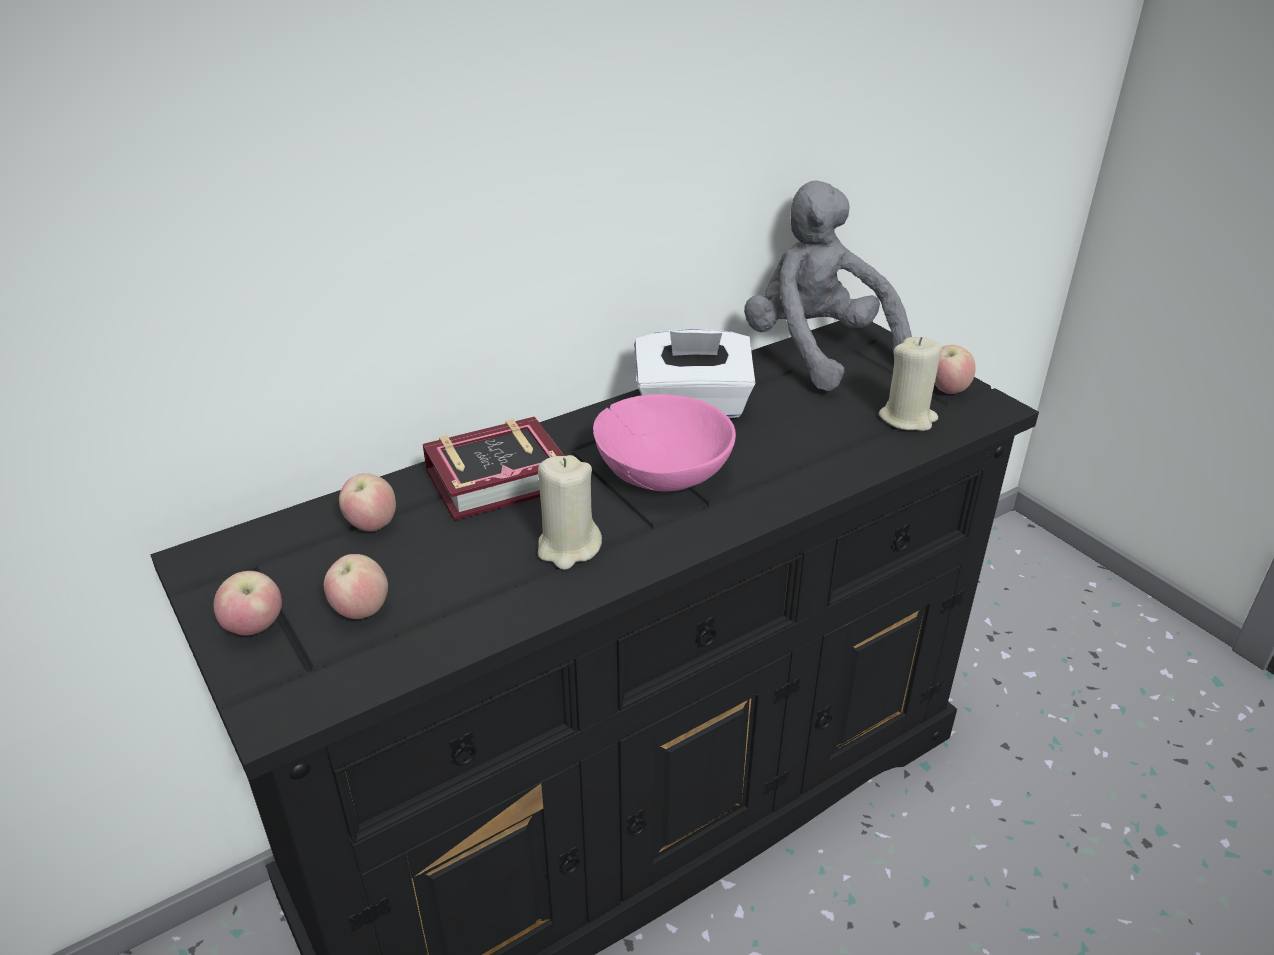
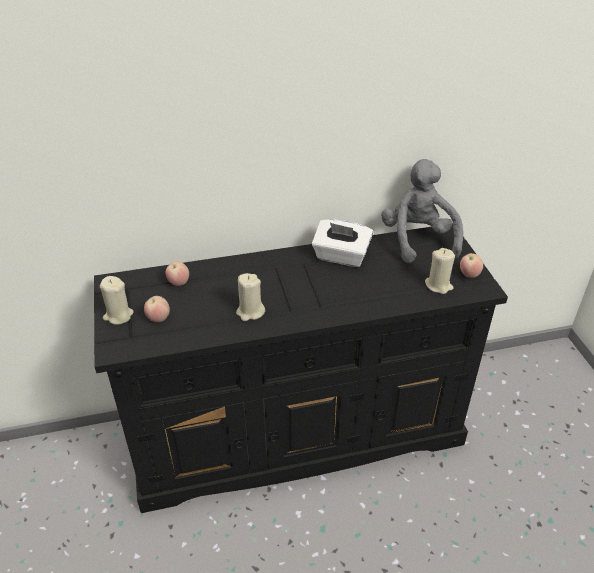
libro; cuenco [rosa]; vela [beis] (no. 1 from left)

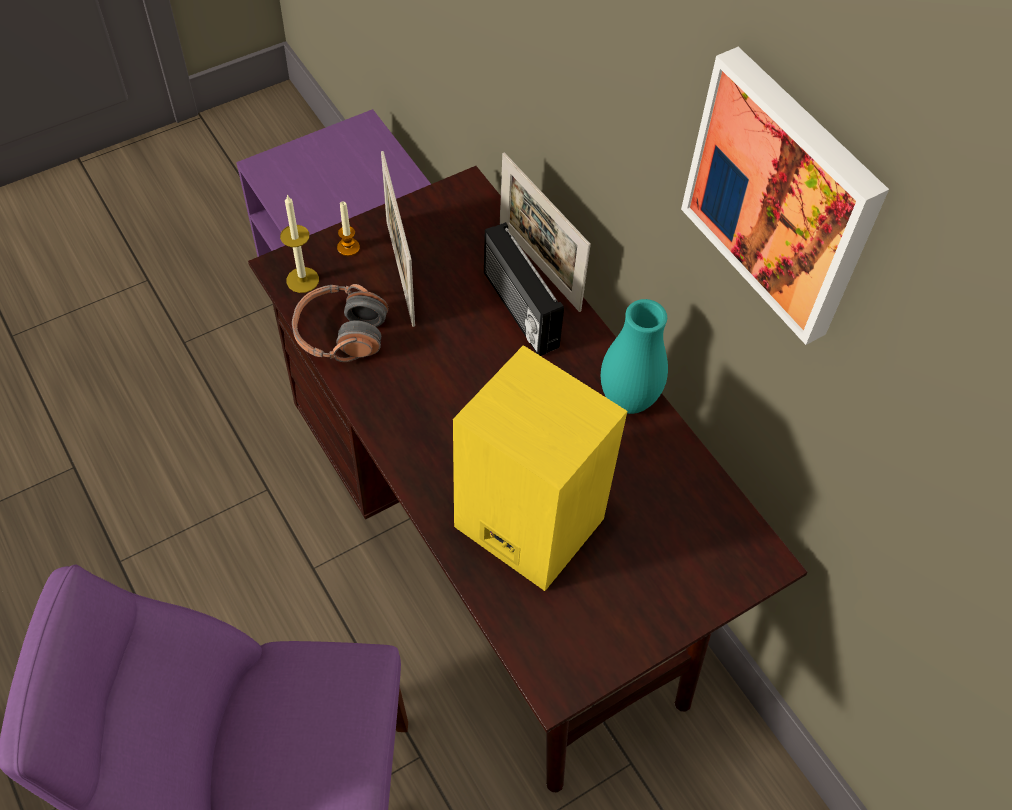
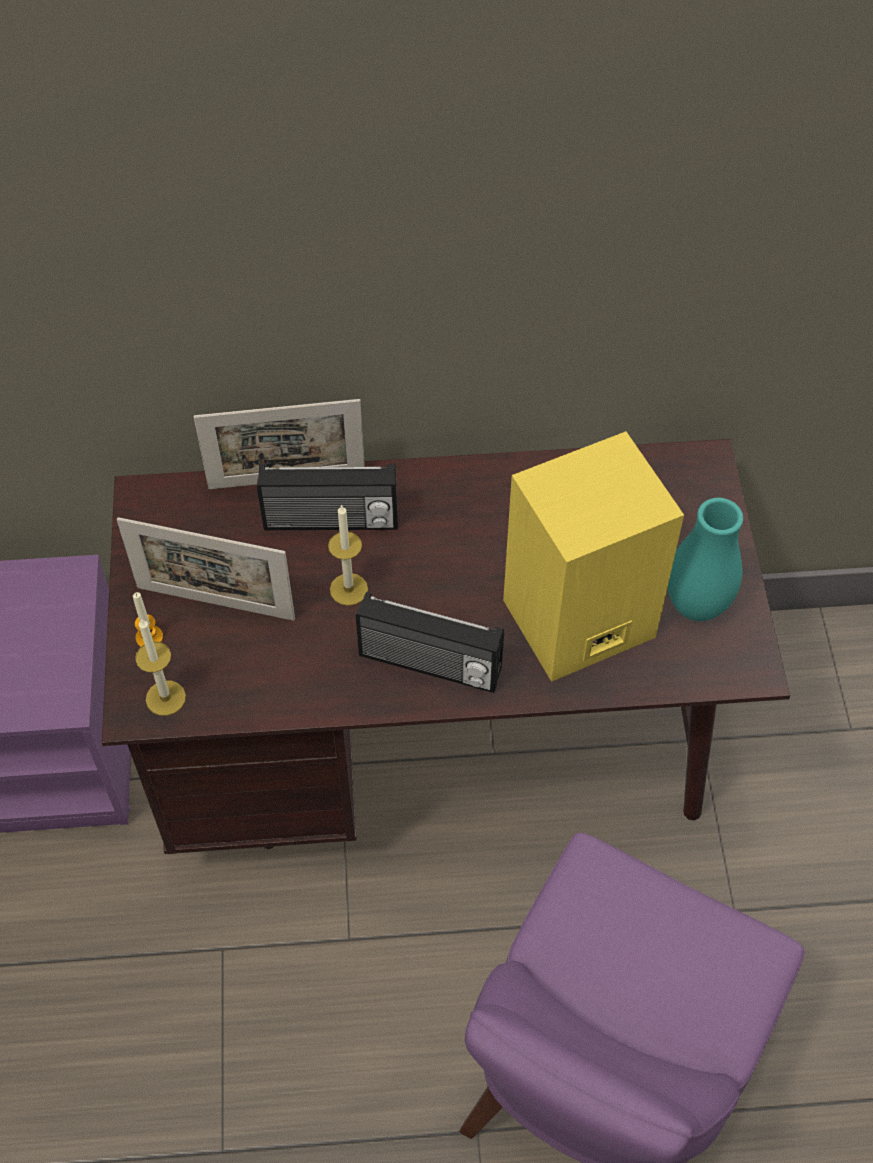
auriculares; cuadro; vela (no. 3 from left); radio (no. 2 from left); florero [turquesa]

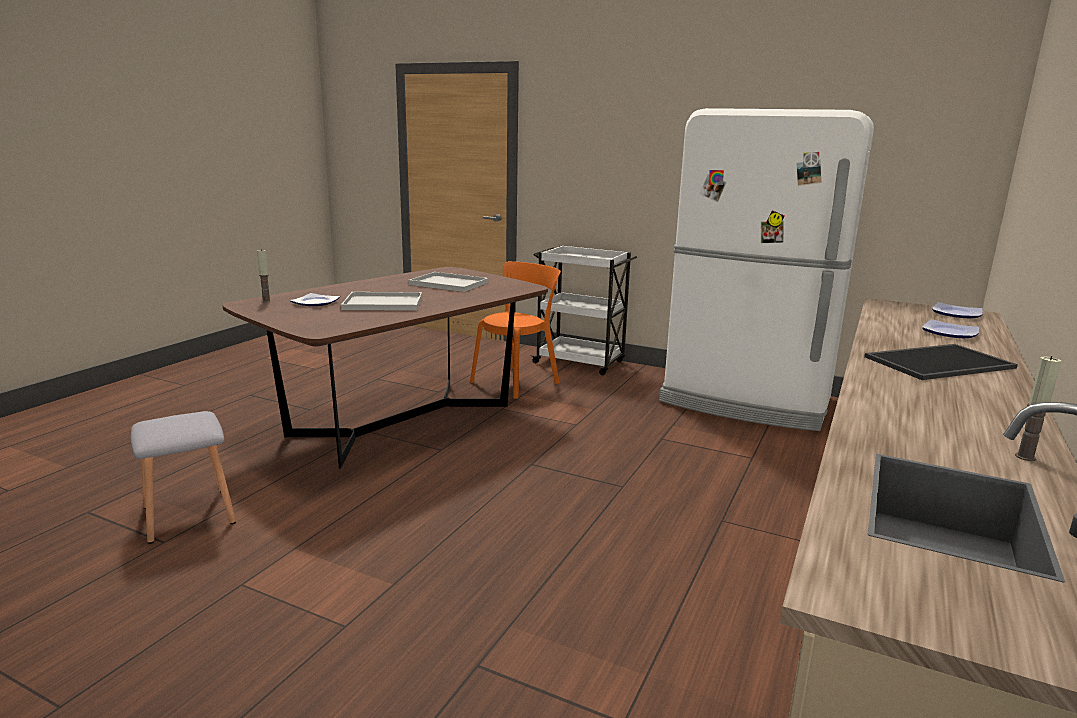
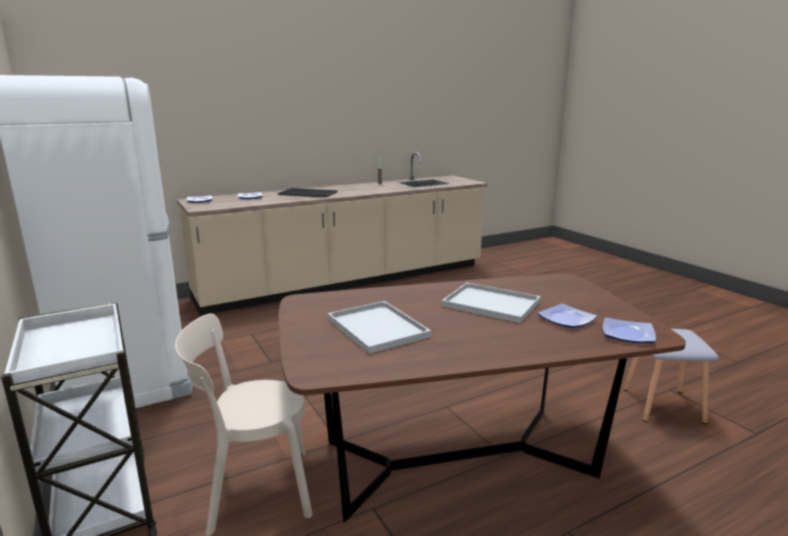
plato (no. 4 from left); silla [beis]

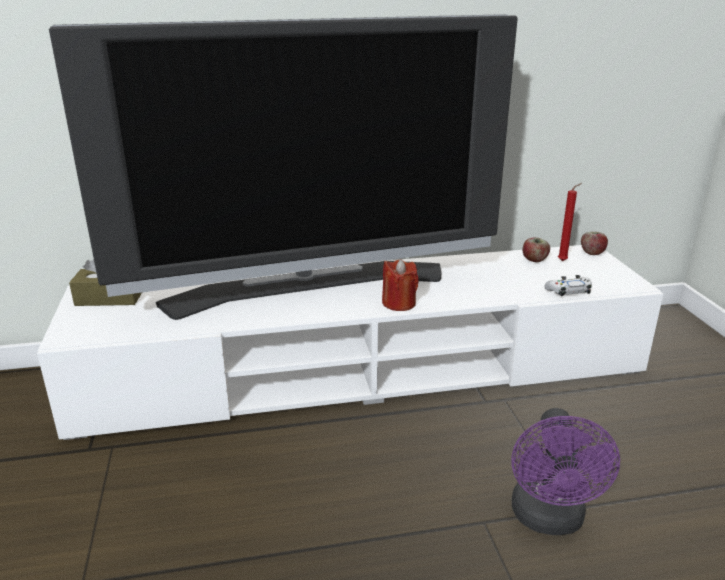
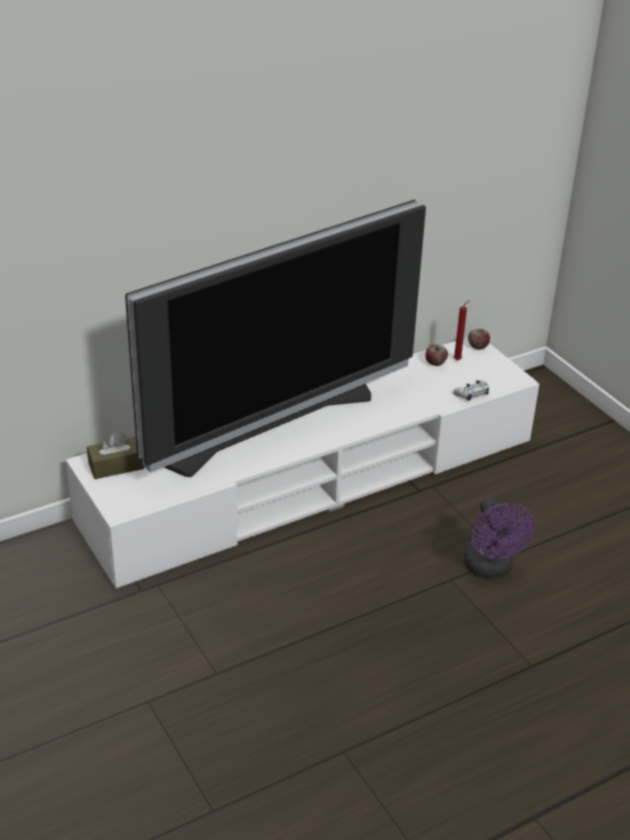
vela [rojo] (no. 1 from left in the first image)

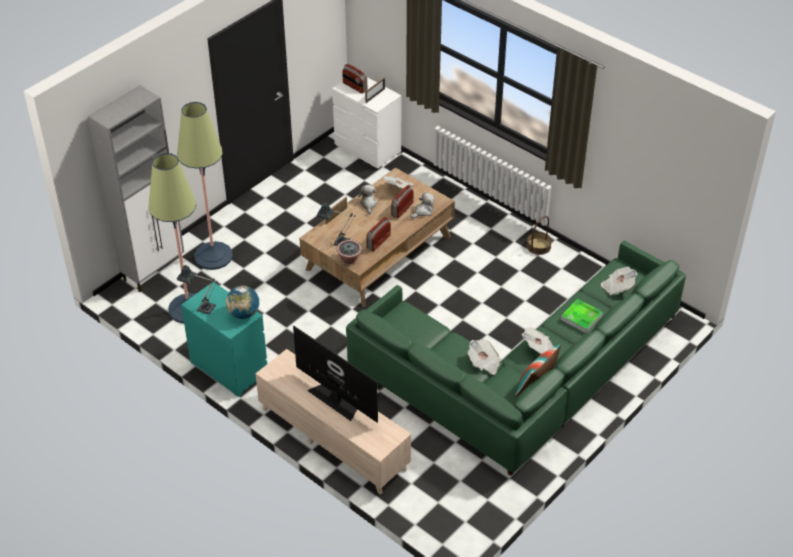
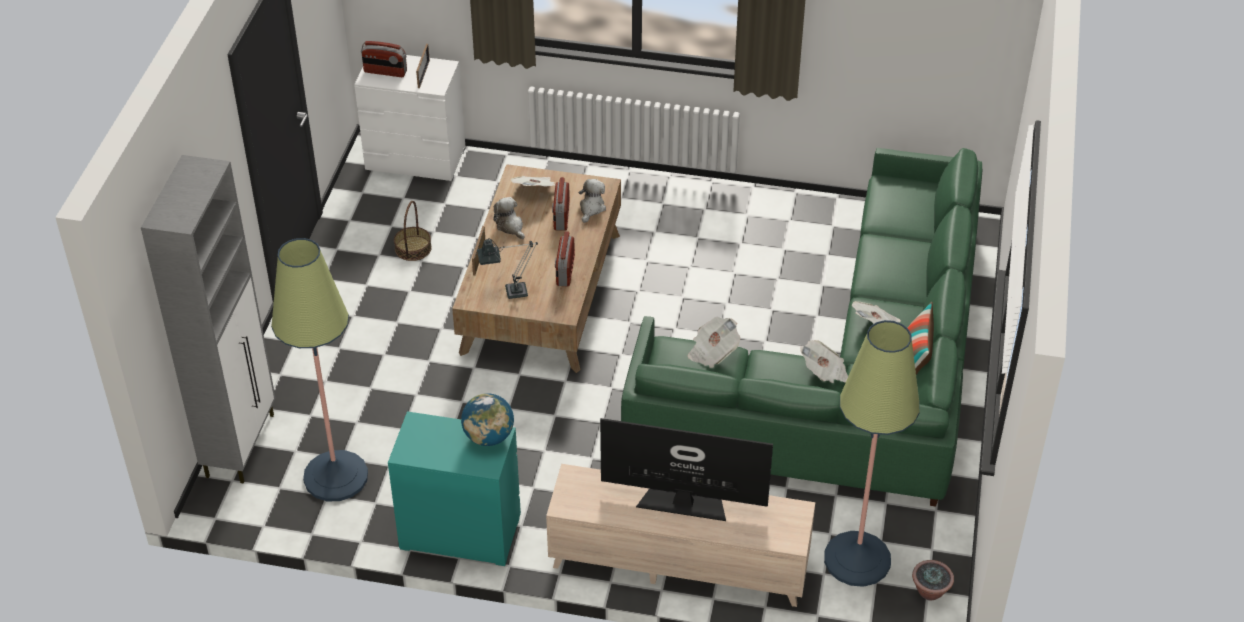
lámpara de mesa (no. 1 from left in the first image); bandeja; lámpara de pie (no. 2 from left); planta en maceta; cesta; periódico (no. 2 from left)

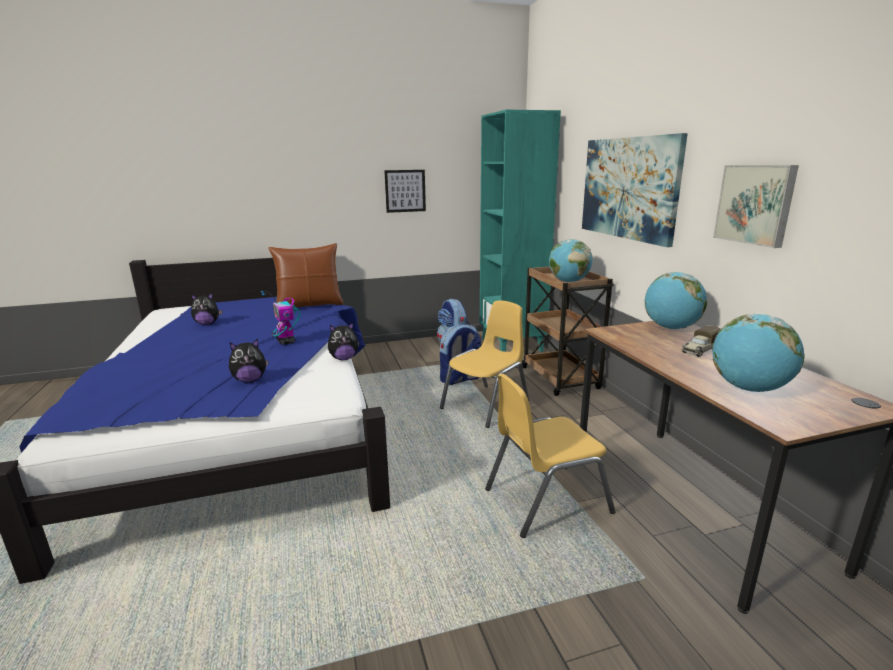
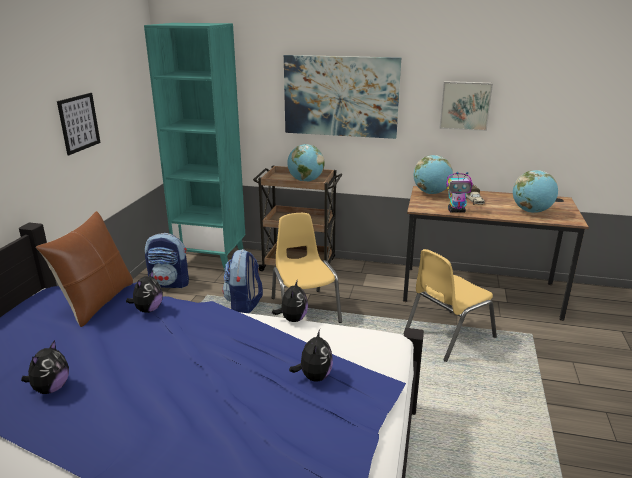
peluche (no. 2 from left); robot de juguete; silla [amarillo] (no. 2 from left)

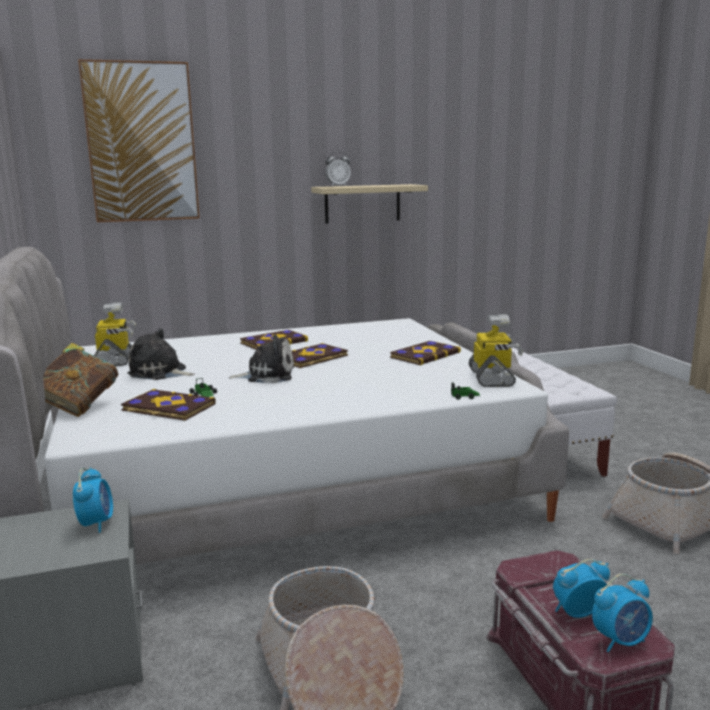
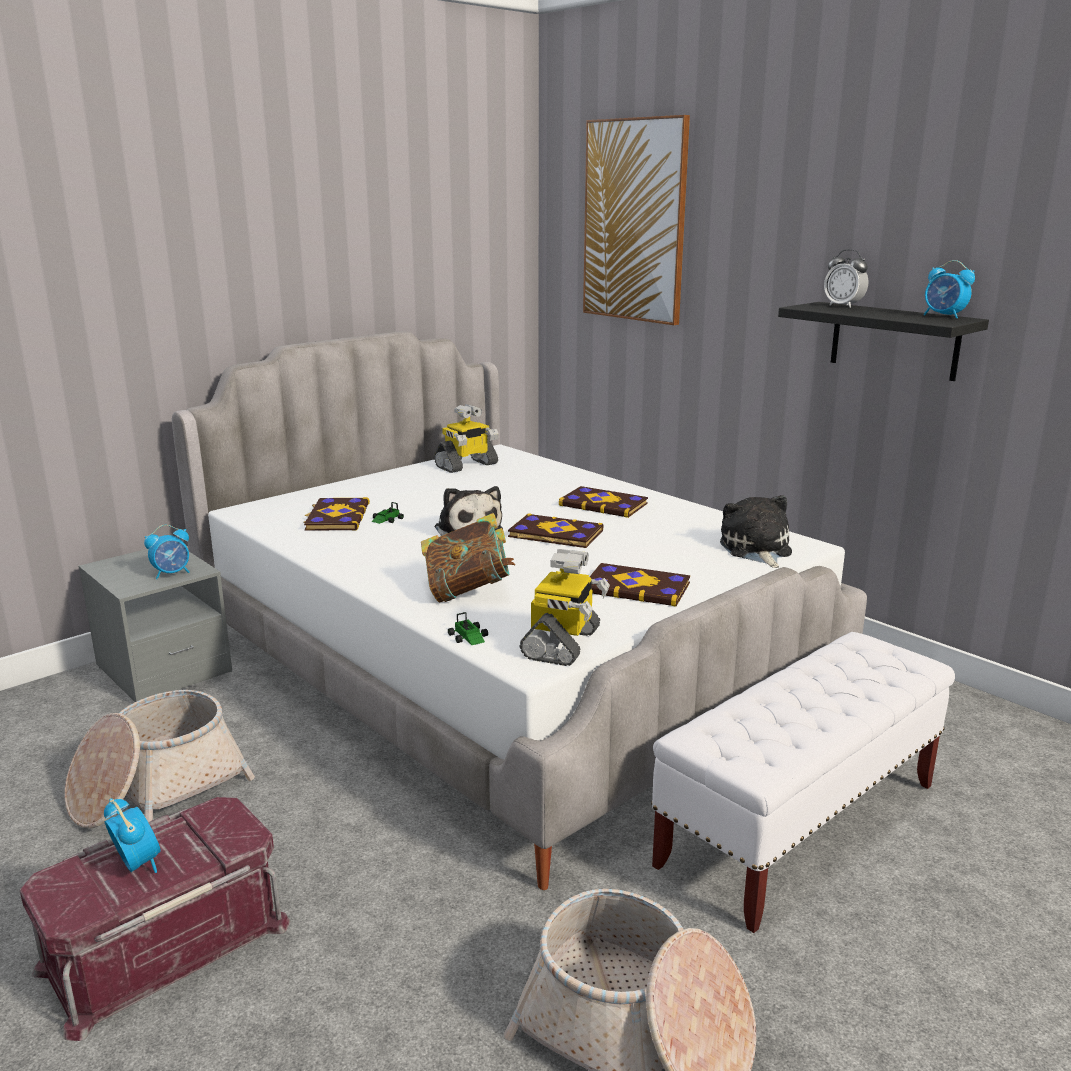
libro (no. 2 from left); peluche (no. 2 from left); despertador (no. 4 from left); estante [negro]; robot de juguete (no. 2 from left)

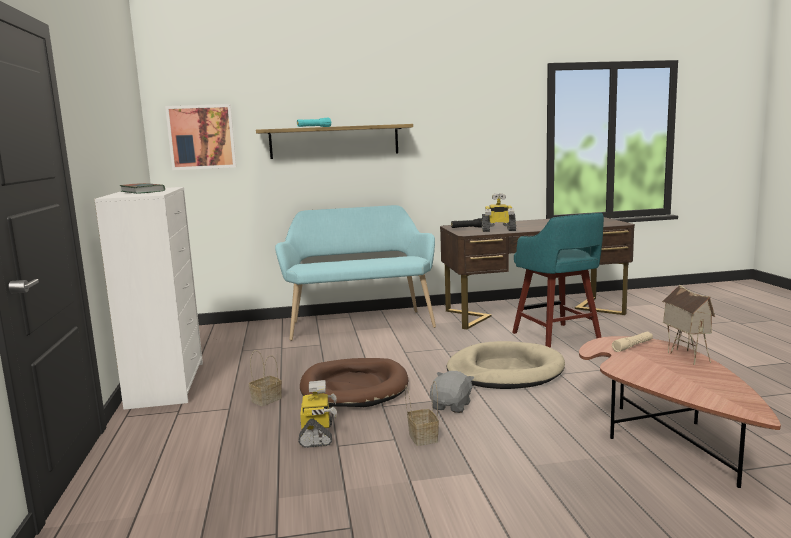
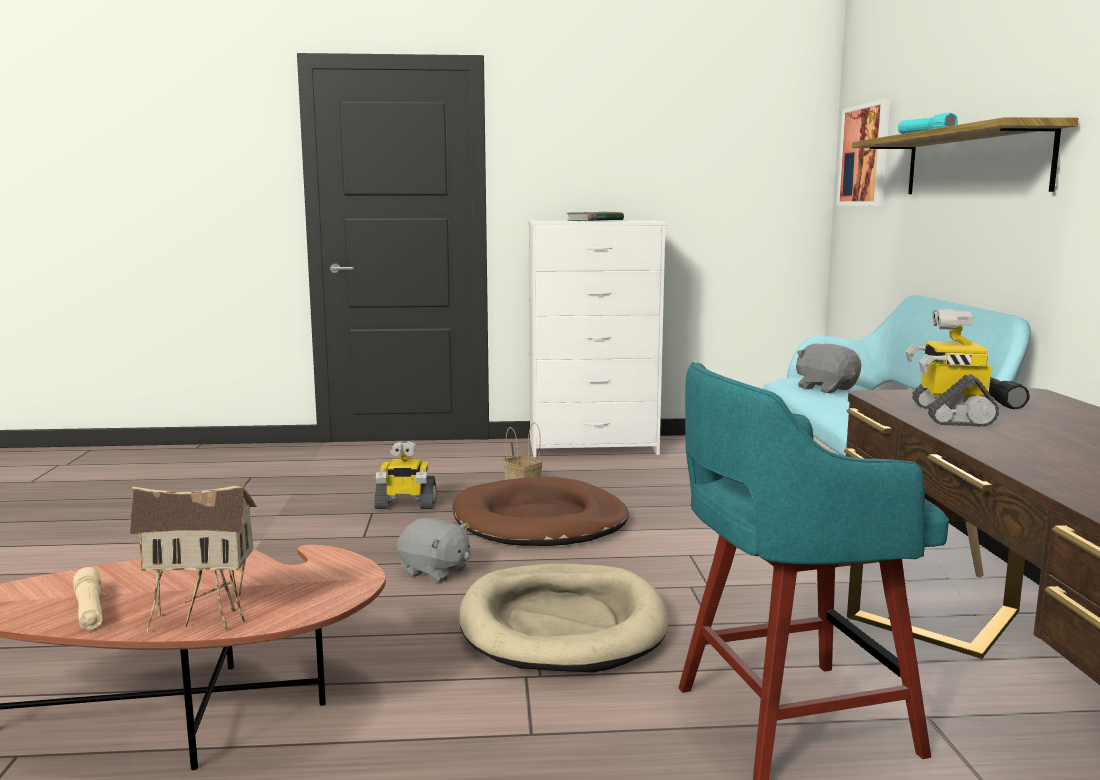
cesta (no. 2 from left in the first image); peluche [gris] (no. 2 from left); linterna [beis]

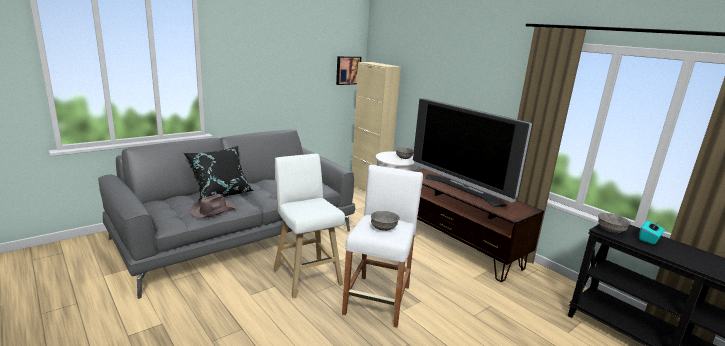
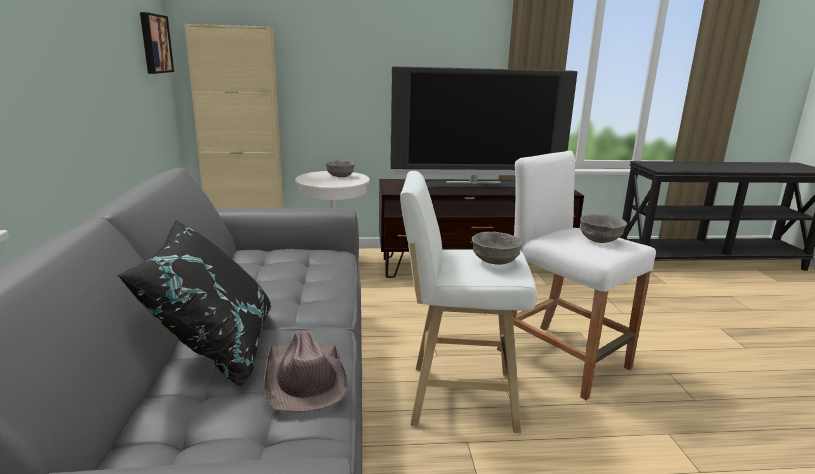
caja de pañuelos [turquesa]; cuenco [gris] (no. 2 from left)

